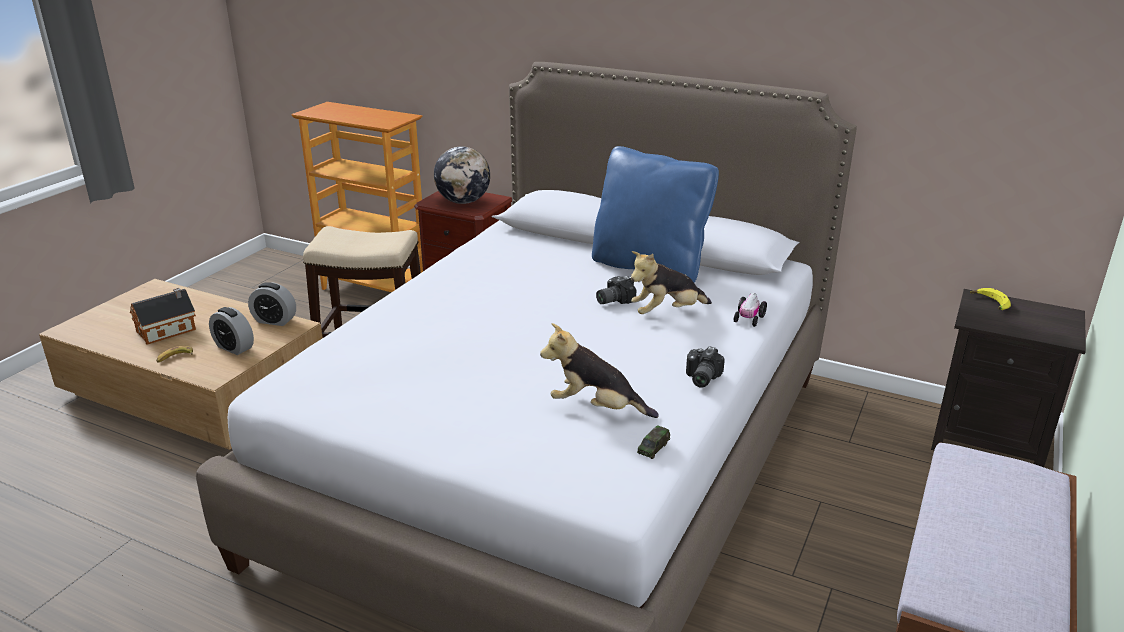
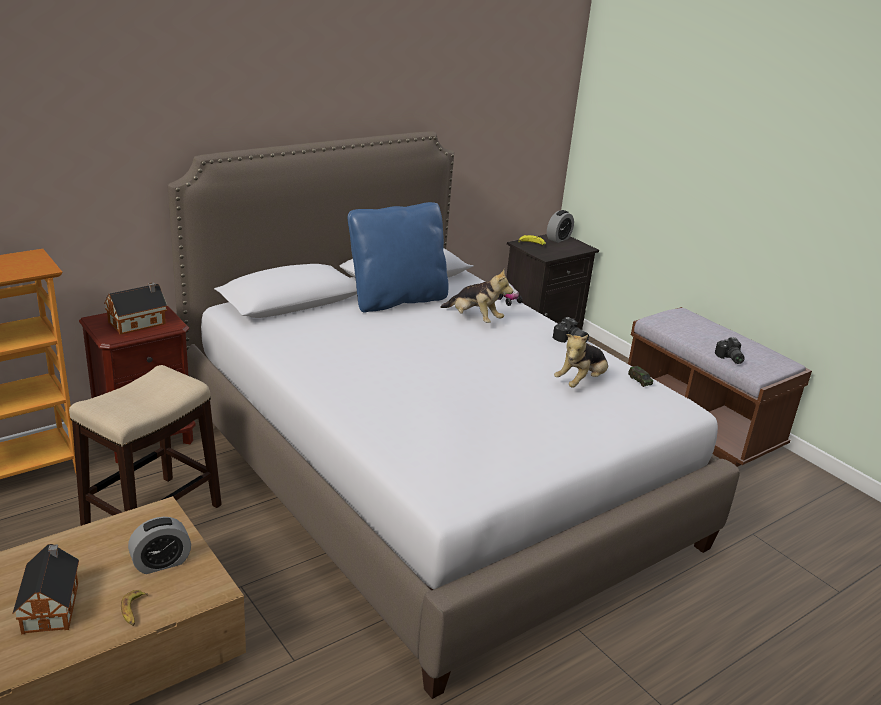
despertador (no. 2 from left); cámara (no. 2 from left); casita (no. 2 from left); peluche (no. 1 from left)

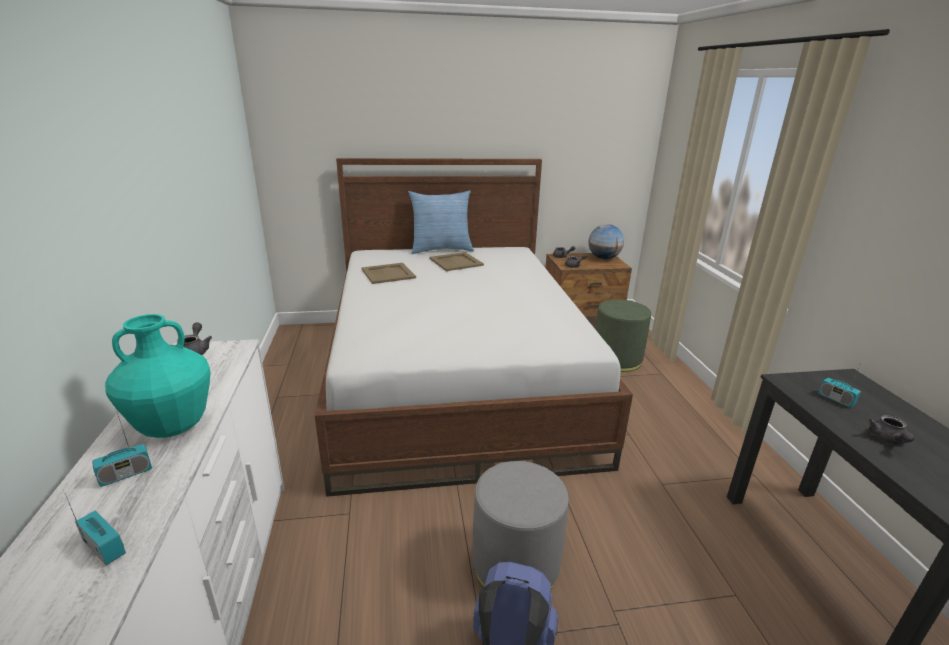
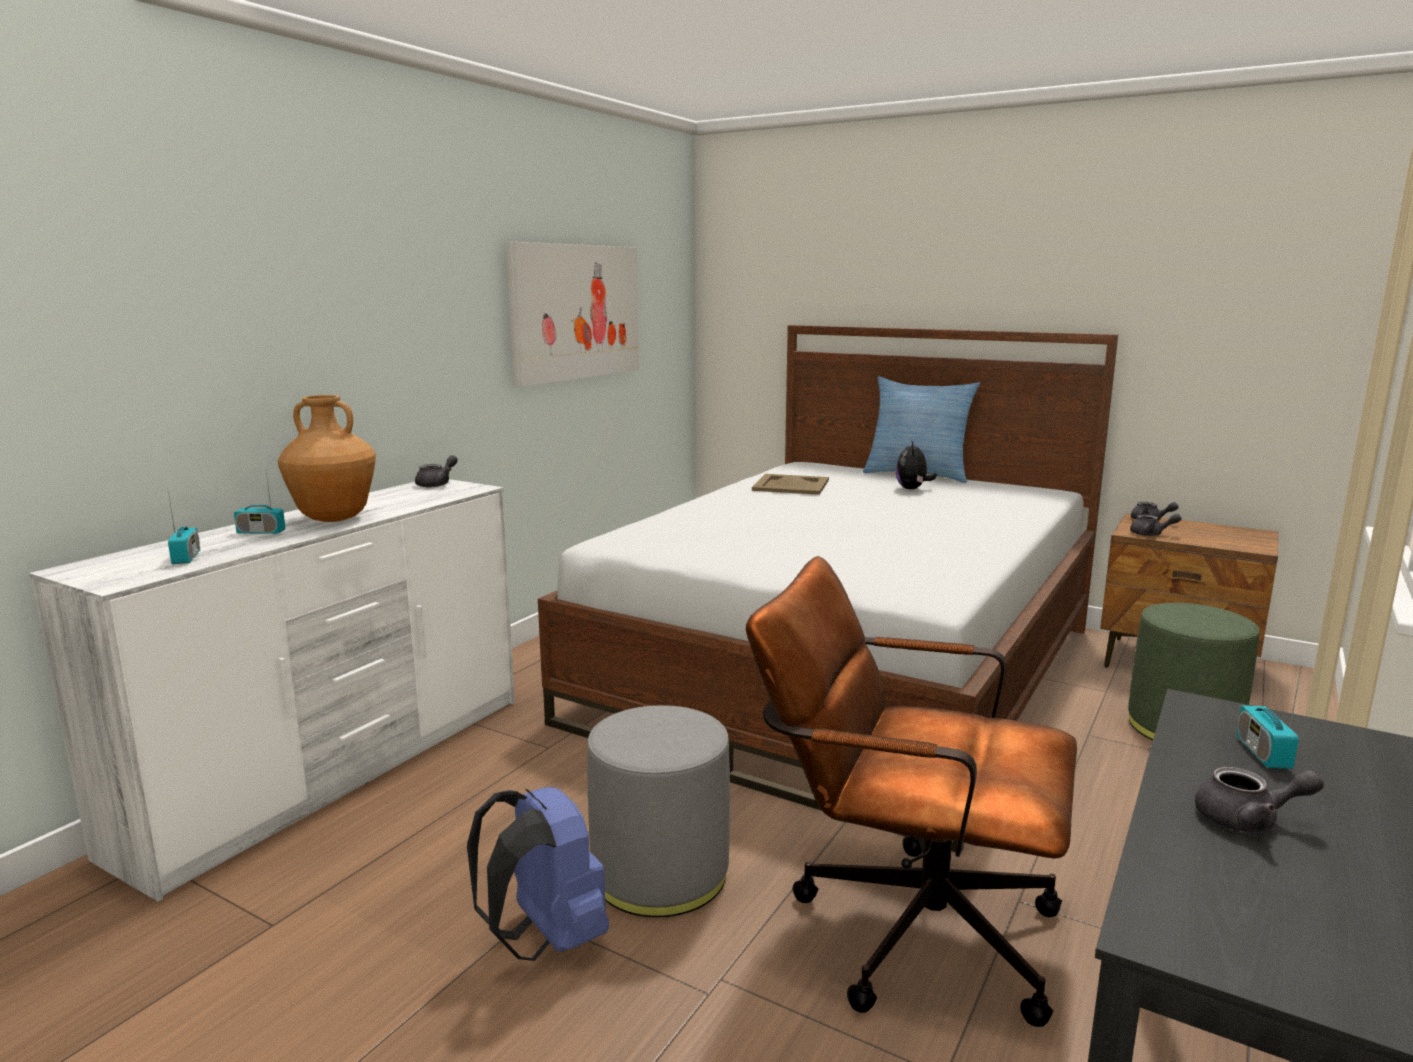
globo terráqueo; cuadro; silla de oficina [marrón]; peluche; florero [marrón]; tetera [gris] (no. 4 from left)

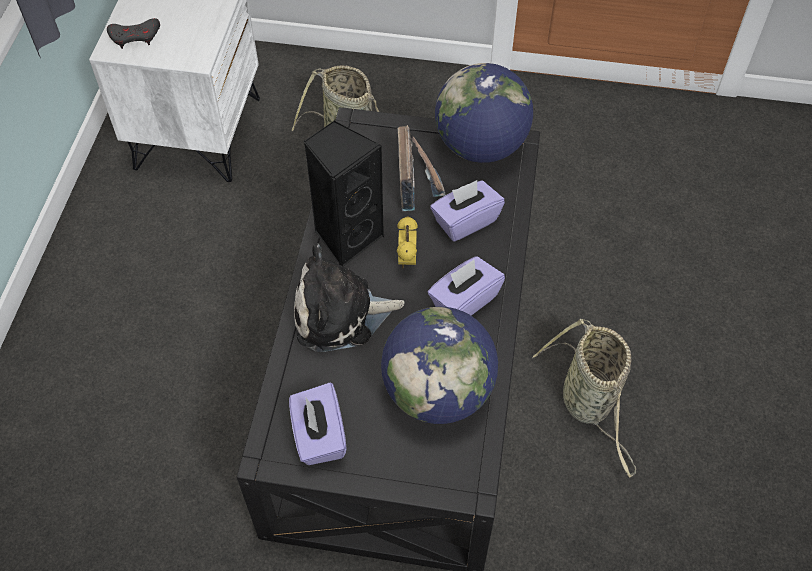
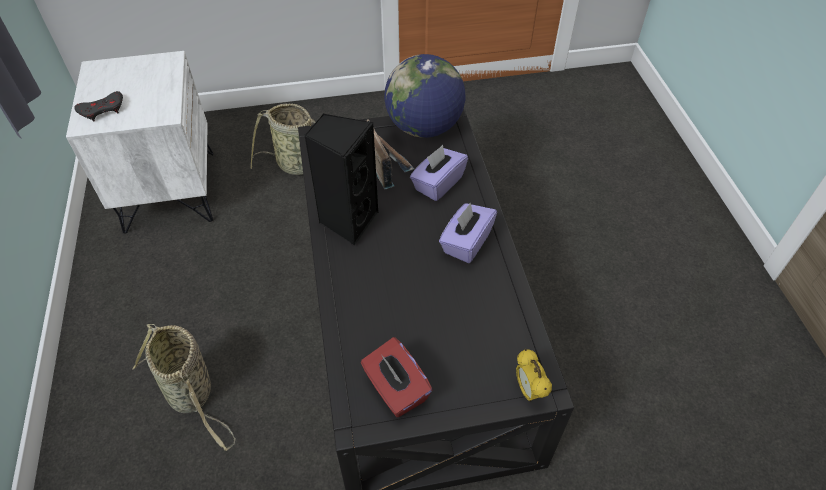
peluche; globo terráqueo (no. 1 from left in the first image); despertador; cesta (no. 1 from left); caja de pañuelos [rojo]

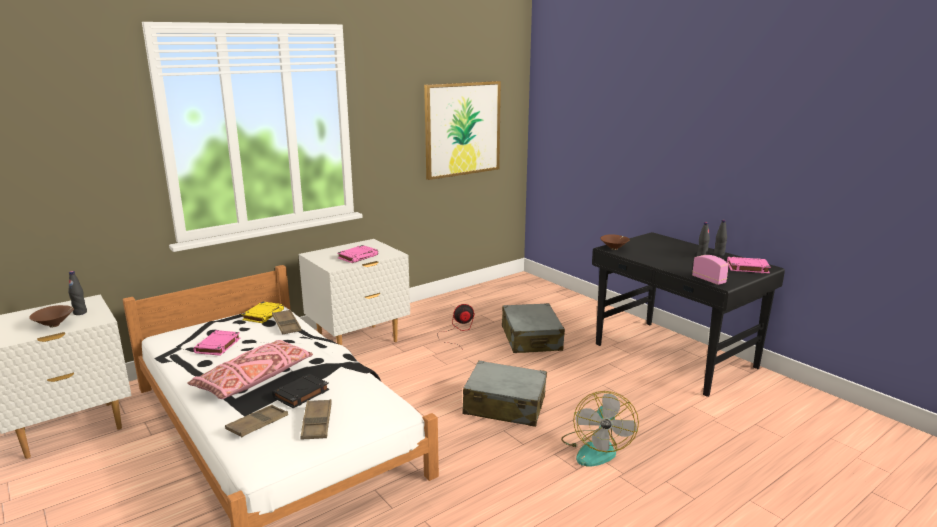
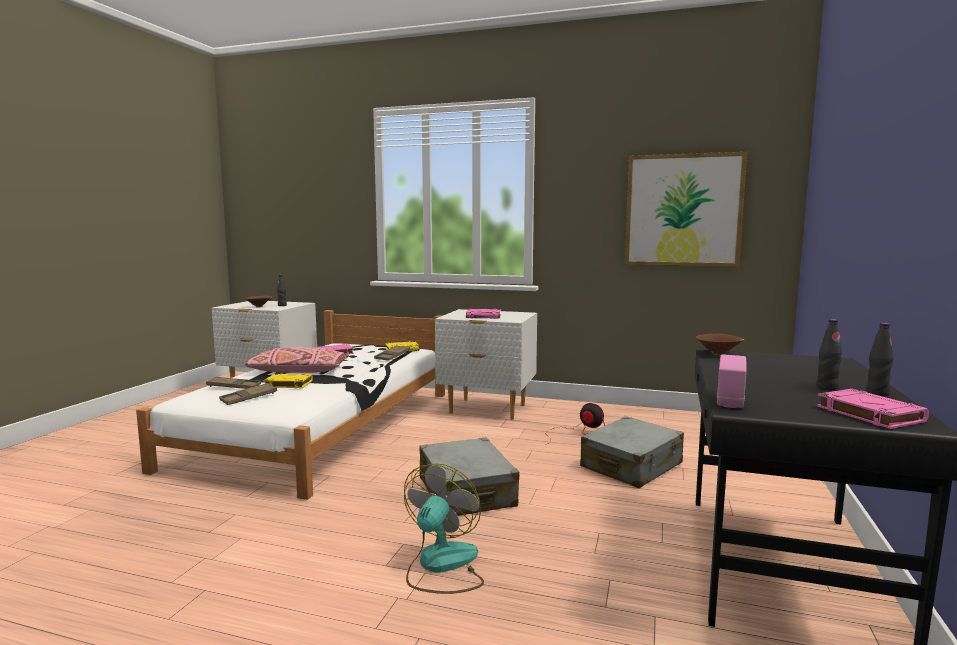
libro [amarillo] (no. 1 from left); ventilador (no. 1 from left)

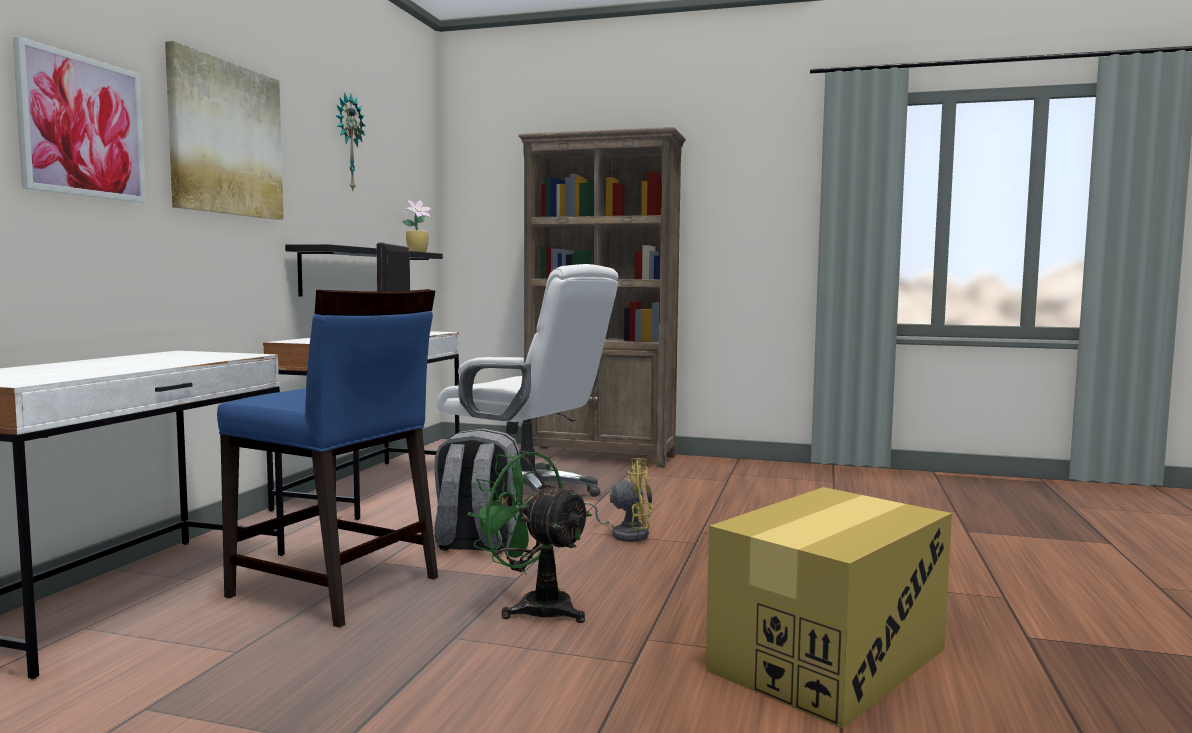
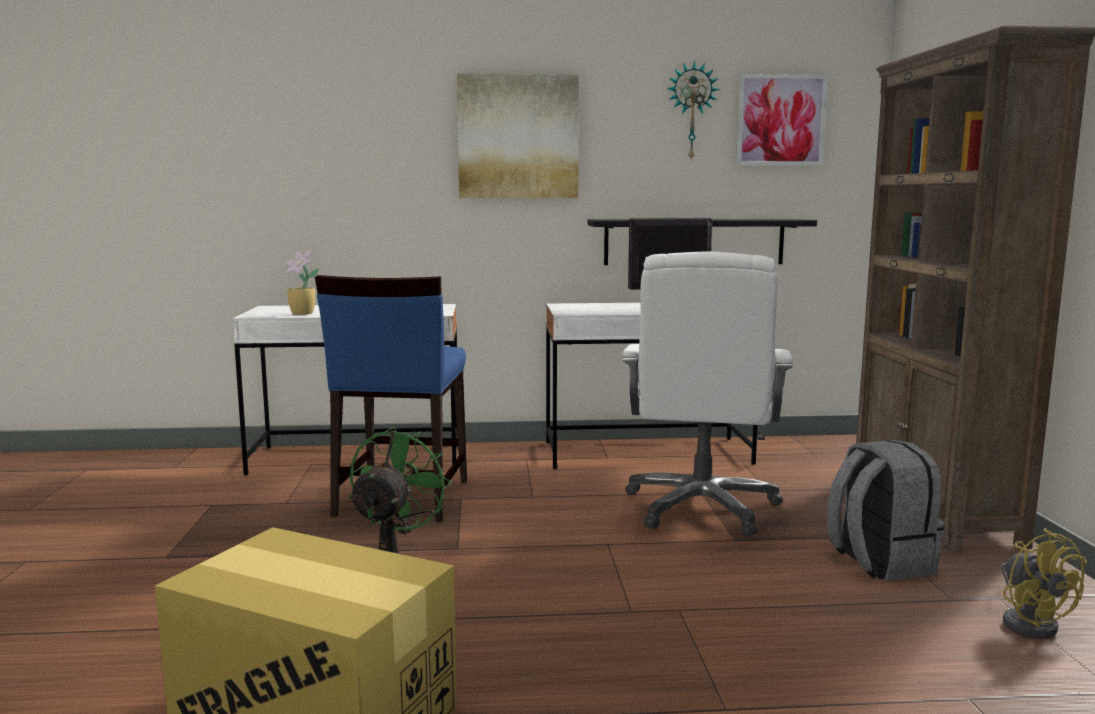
cuadro (no. 2 from left); planta en maceta; mochila [gris]; ventilador [amarillo]

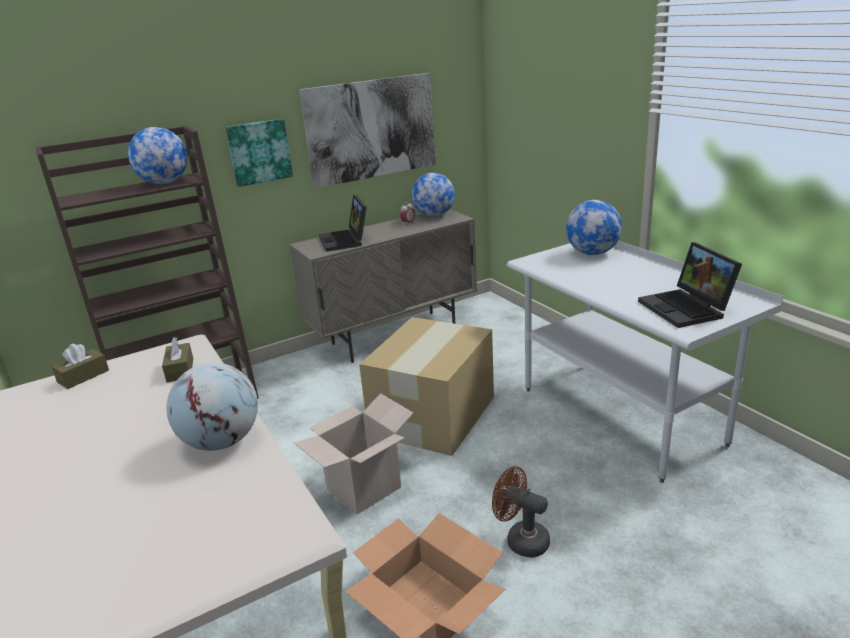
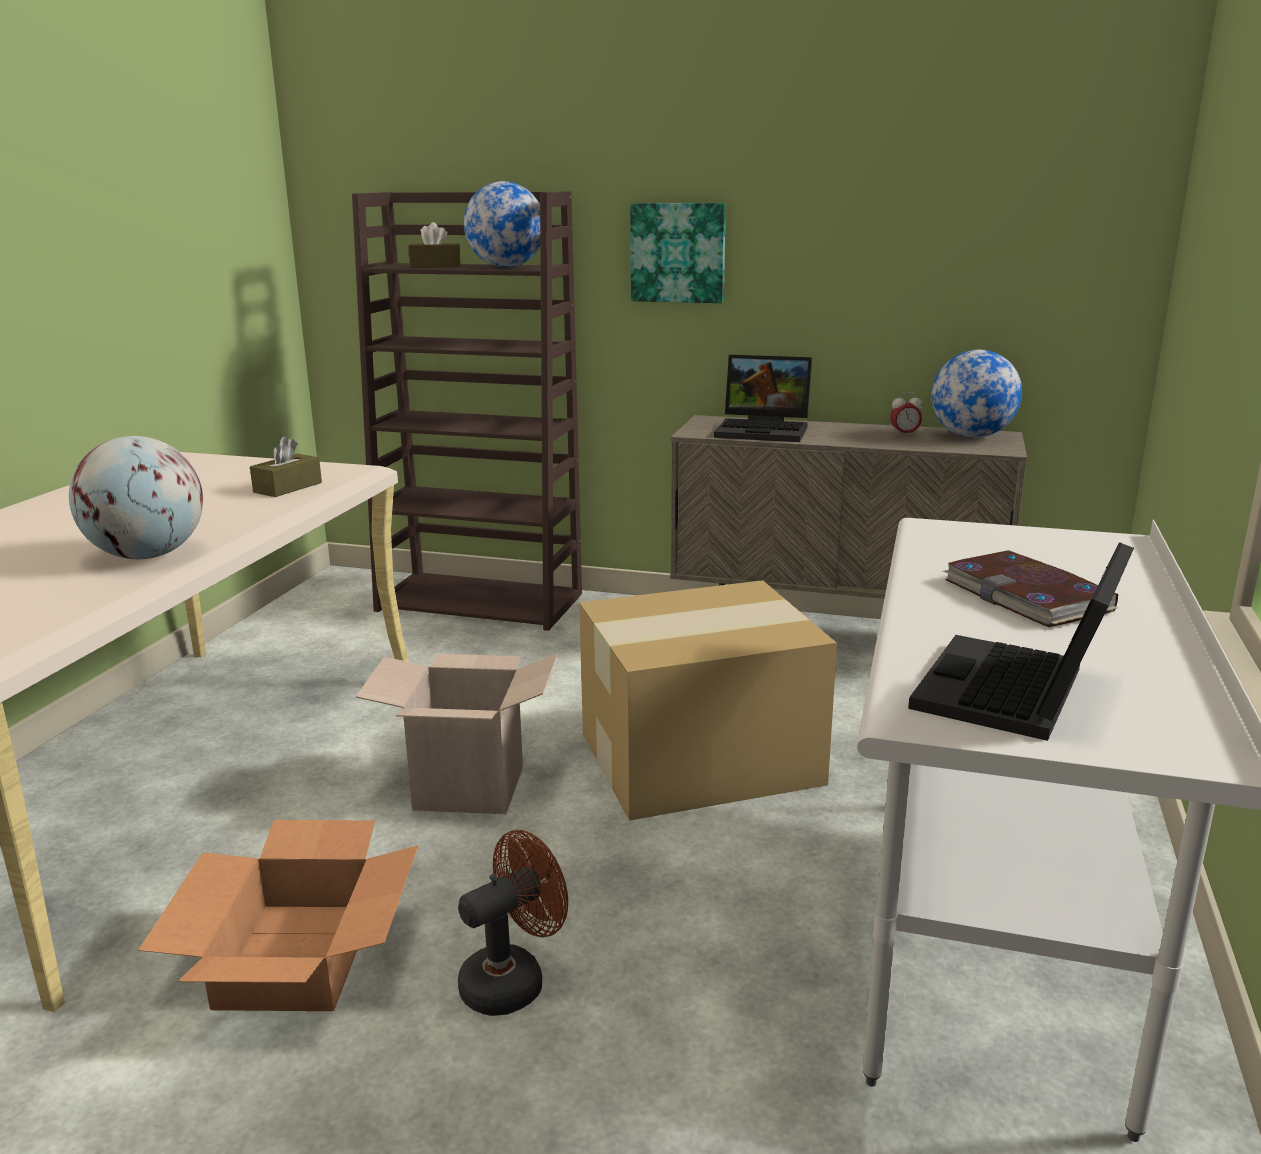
cuadro (no. 2 from left in the first image); globo terráqueo (no. 4 from left in the first image); libro; caja de pañuelos [marrón] (no. 2 from left); portátil (no. 1 from left); ventilador [marrón]

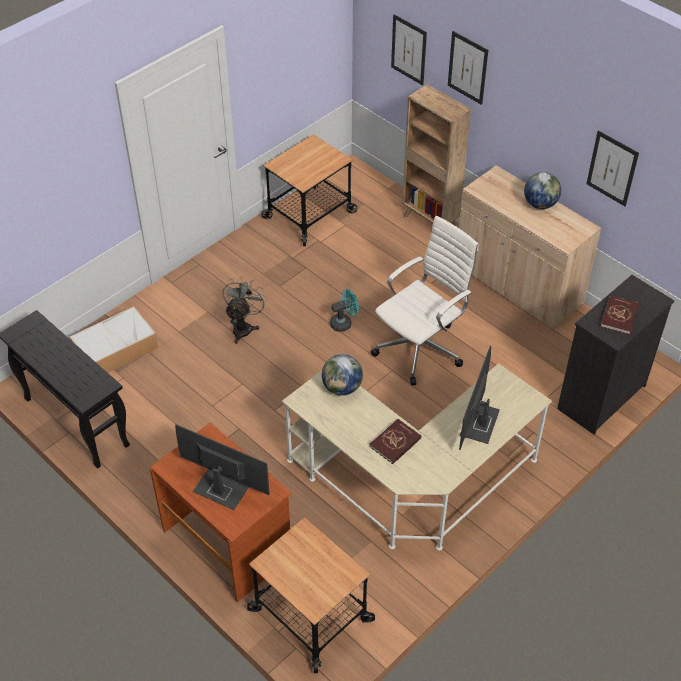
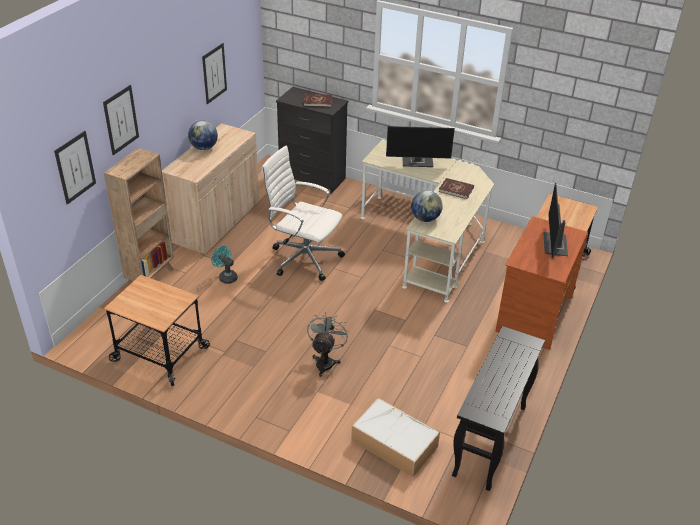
ventilador [turquesa]; ventilador [gris]

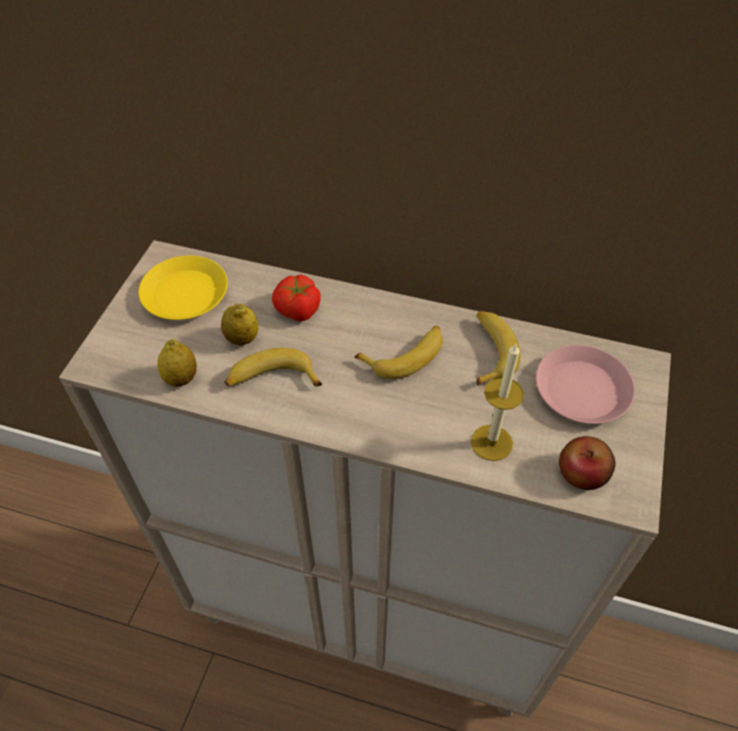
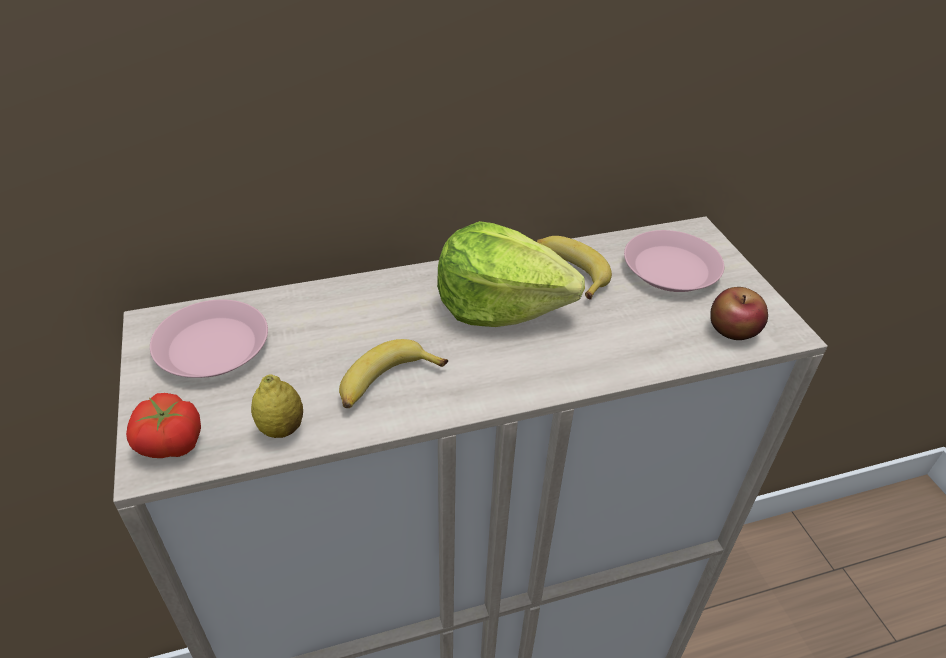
limón (no. 2 from left in the first image); vela; tomate; lechuga; plato [rosa] (no. 1 from left)

